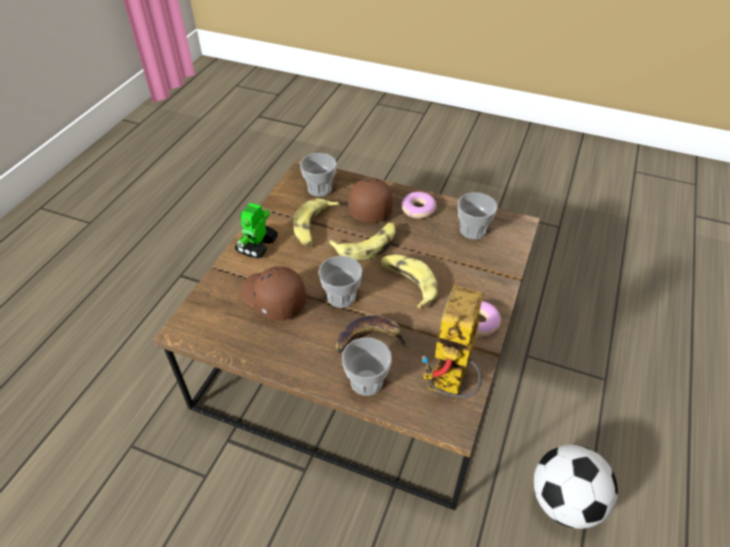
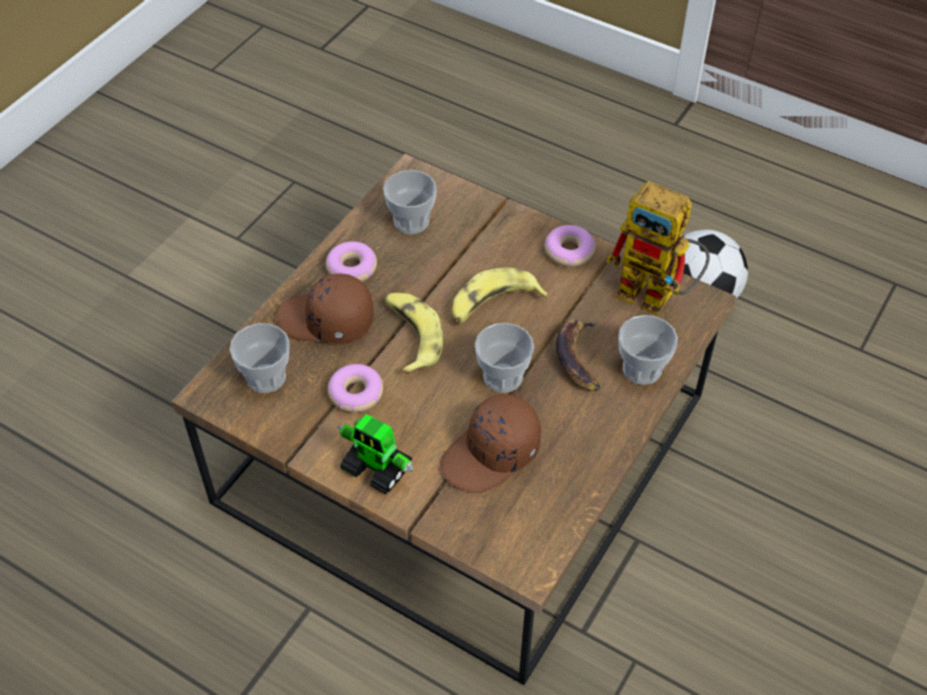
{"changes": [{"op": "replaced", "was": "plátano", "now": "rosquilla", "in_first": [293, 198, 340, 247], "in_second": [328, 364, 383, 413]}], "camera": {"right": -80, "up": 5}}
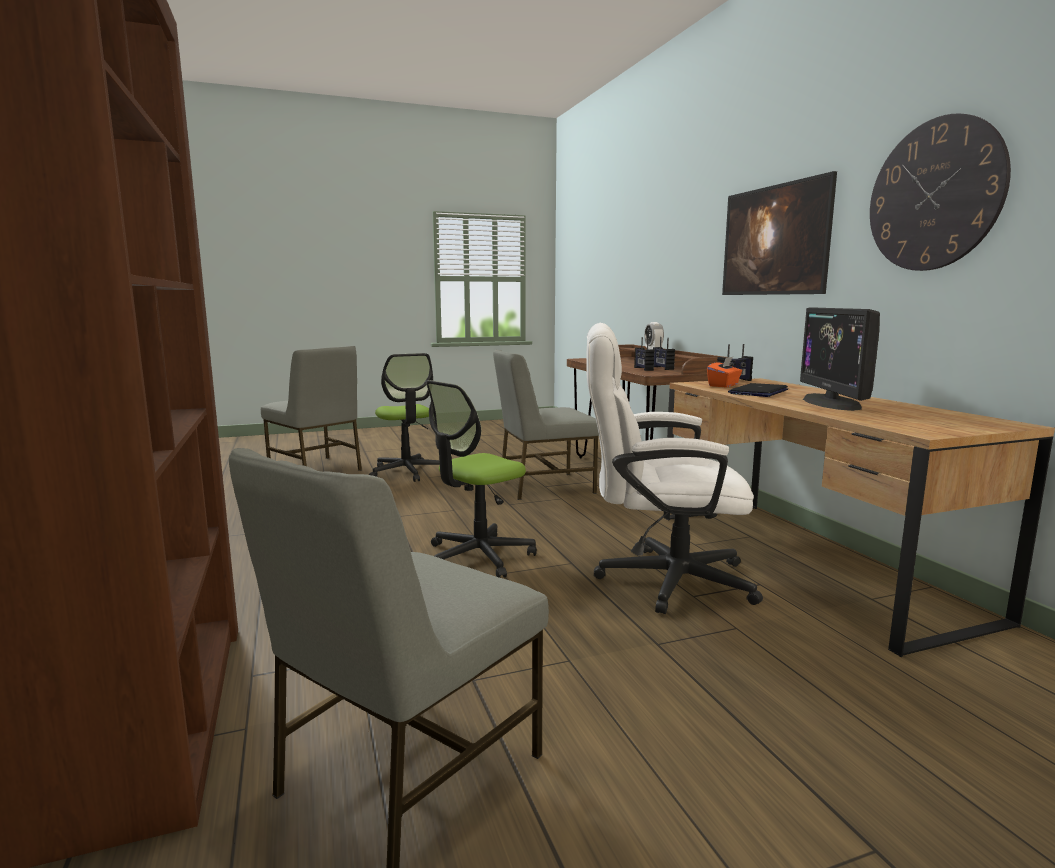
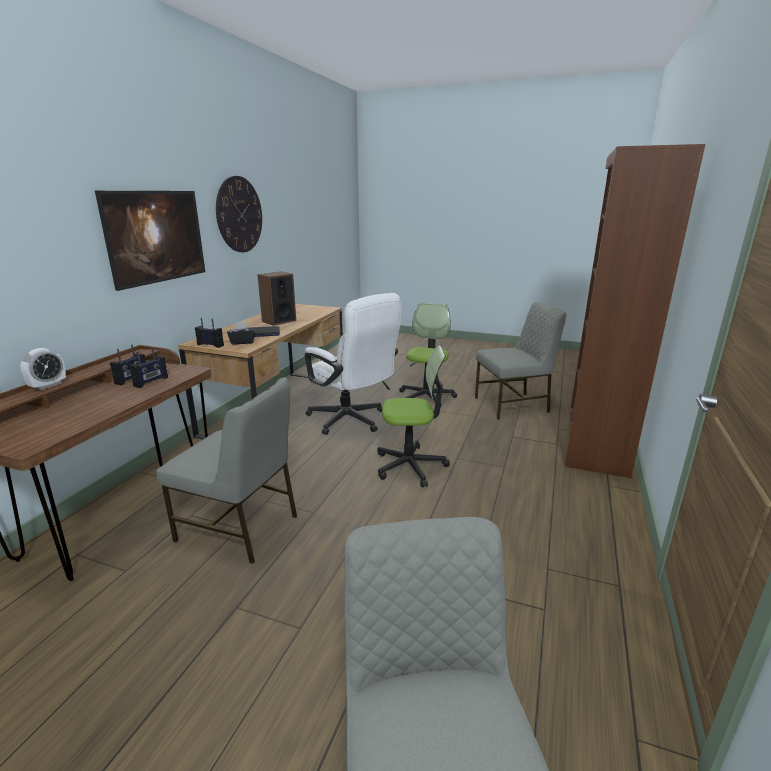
{"changes": [{"op": "moved", "was": "silla de oficina", "in_first": [369, 353, 440, 482], "in_second": [399, 303, 457, 408]}, {"op": "recoloured", "was": "caja de pañuelos [naranja]", "now": "caja de pañuelos [negro]", "in_first": [707, 357, 742, 387], "in_second": [227, 322, 255, 345]}, {"op": "replaced", "was": "monitor", "now": "altavoz", "in_first": [800, 307, 880, 411], "in_second": [257, 271, 296, 326]}], "camera": {"right": -140, "up": 10}}
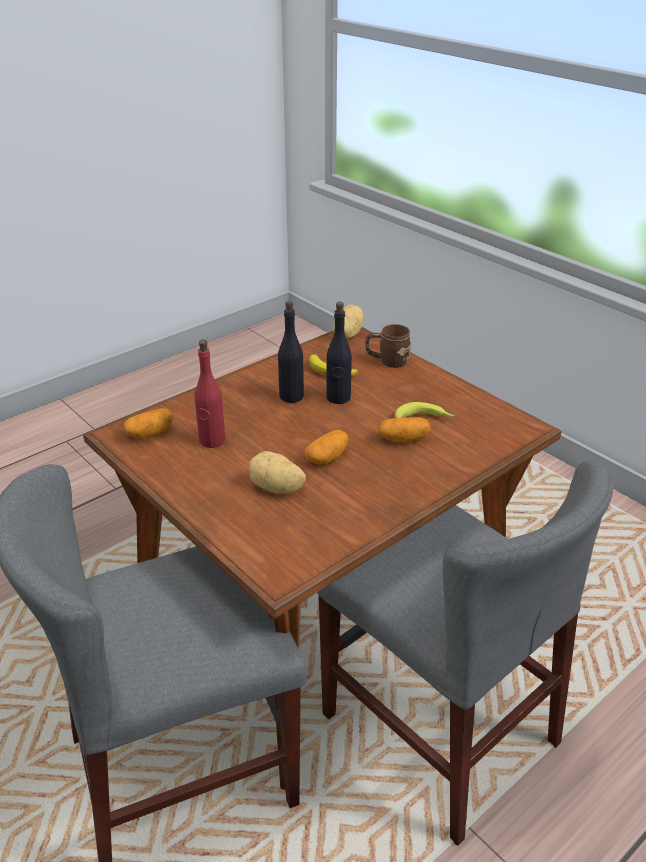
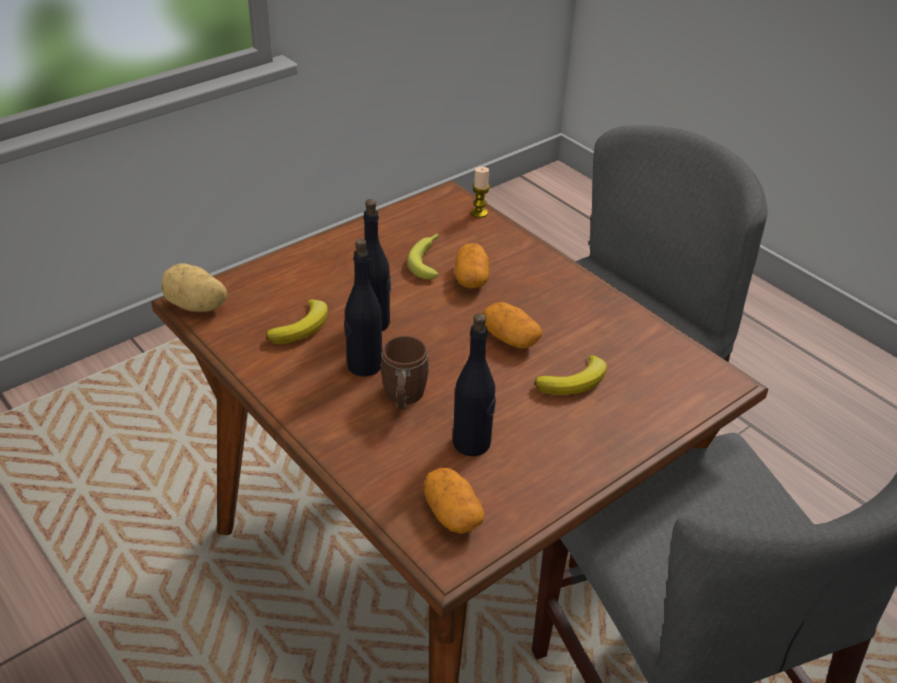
{"changes": [{"op": "recoloured", "was": "botella [rojo]", "now": "botella [negro]", "in_first": [195, 339, 225, 448], "in_second": [453, 313, 496, 457]}, {"op": "replaced", "was": "patata", "now": "plátano", "in_first": [249, 451, 306, 494], "in_second": [535, 355, 607, 395]}, {"op": "moved", "was": "taza grande [marrón]", "in_first": [365, 324, 412, 368], "in_second": [380, 336, 430, 409]}, {"op": "added", "now": "vela", "in_second": [471, 167, 490, 218]}], "camera": {"right": -90, "up": 5}}
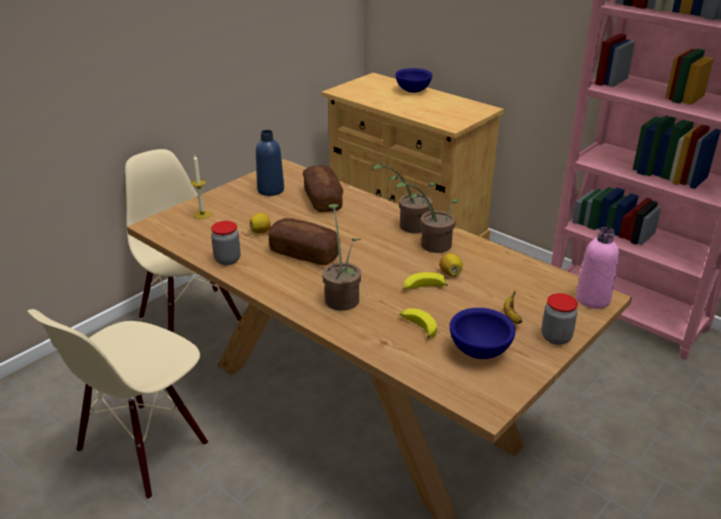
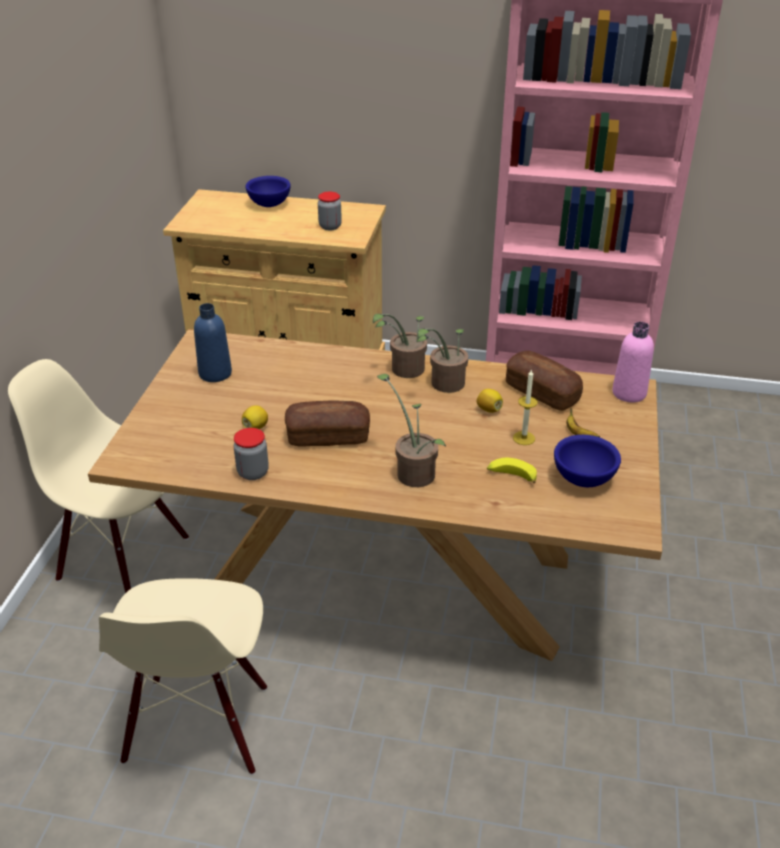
{"changes": [{"op": "moved", "was": "vela", "in_first": [191, 156, 211, 219], "in_second": [513, 369, 538, 445]}, {"op": "moved", "was": "pan", "in_first": [303, 165, 344, 212], "in_second": [506, 351, 583, 411]}, {"op": "removed", "was": "plátano", "in_first": [403, 272, 448, 289]}, {"op": "moved", "was": "tarro", "in_first": [542, 293, 578, 345], "in_second": [318, 192, 342, 230]}], "camera": {"right": -30, "up": 5}}
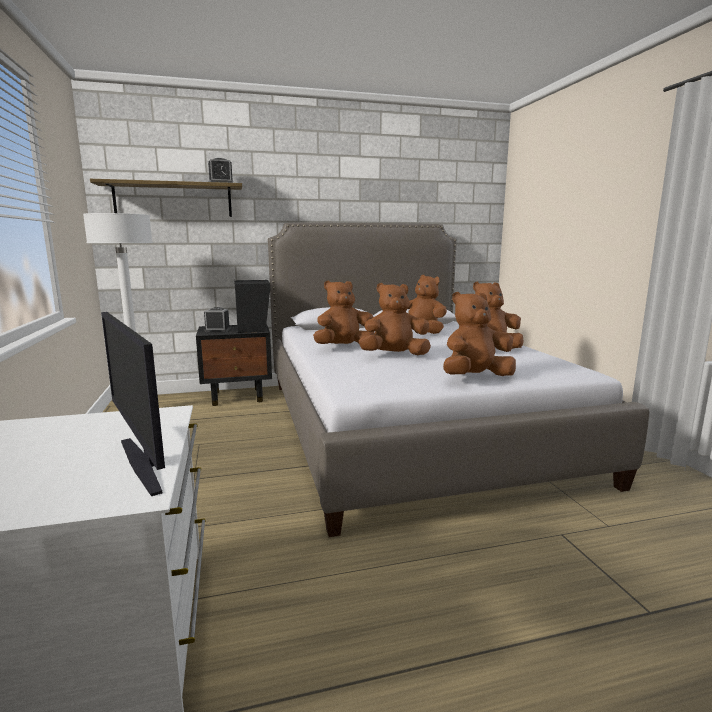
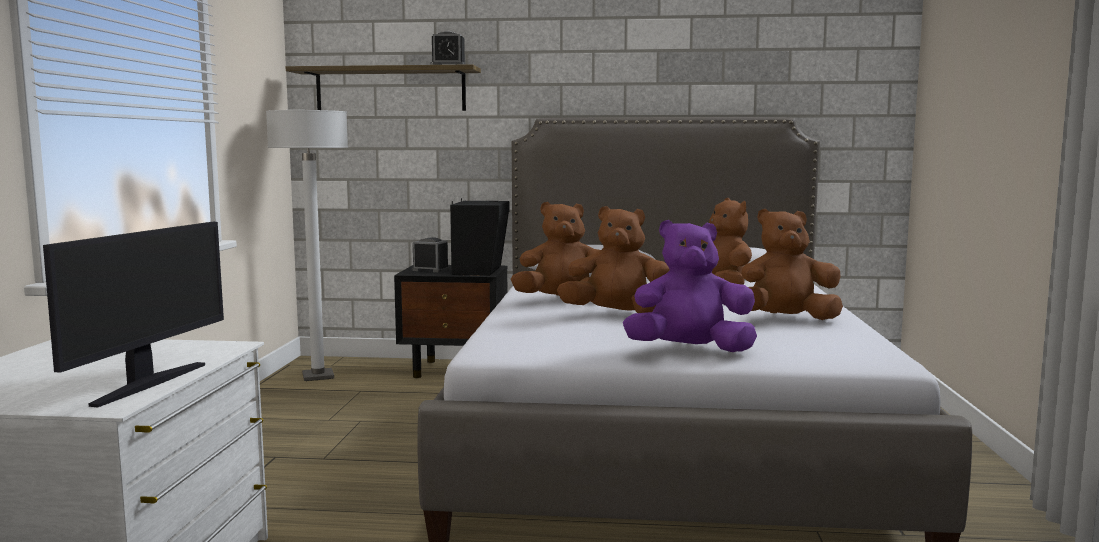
{"changes": [{"op": "turned", "was": "monitor", "in_first": [101, 312, 165, 496], "in_second": [43, 222, 224, 407], "clockwise": -150}, {"op": "recoloured", "was": "peluche [marrón]", "now": "peluche [morado]", "in_first": [443, 292, 516, 376], "in_second": [623, 220, 757, 352]}], "camera": {"right": 20, "up": -5}}
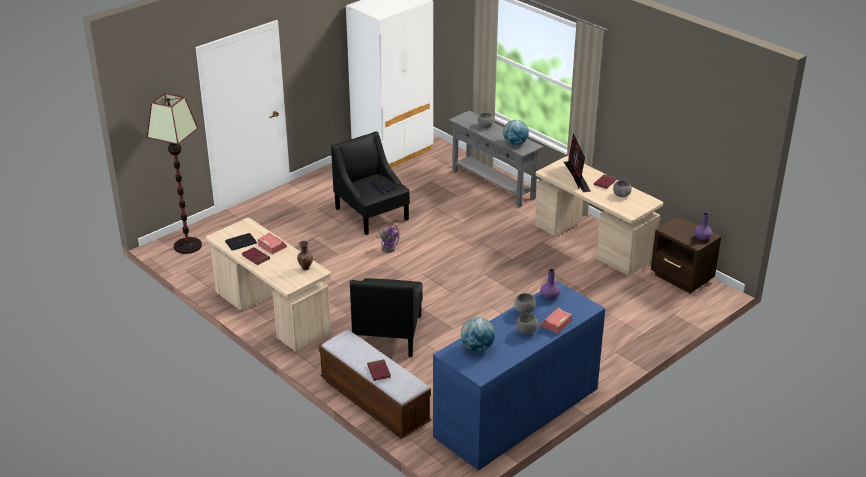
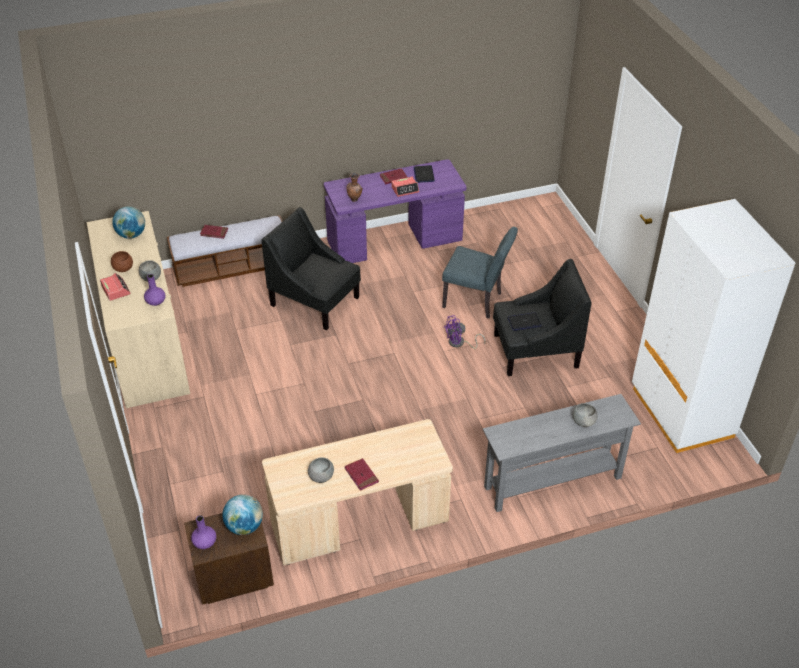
{"changes": [{"op": "removed", "was": "lámpara de pie", "in_first": [146, 93, 202, 254]}, {"op": "recoloured", "was": "escritorio [beis]", "now": "escritorio [morado]", "in_first": [206, 218, 331, 352], "in_second": [324, 159, 467, 263]}, {"op": "recoloured", "was": "cómoda [azul]", "now": "cómoda [beis]", "in_first": [433, 281, 605, 471], "in_second": [87, 211, 190, 408]}, {"op": "moved", "was": "globo terráqueo", "in_first": [503, 120, 529, 145], "in_second": [222, 494, 263, 535]}, {"op": "recoloured", "was": "cuenco [gris]", "now": "cuenco [marrón]", "in_first": [516, 313, 538, 335], "in_second": [111, 251, 133, 272]}, {"op": "removed", "was": "monitor", "in_first": [564, 133, 591, 192]}, {"op": "added", "now": "silla [gris]", "in_second": [442, 227, 518, 319]}], "camera": {"right": 115, "up": 10}}
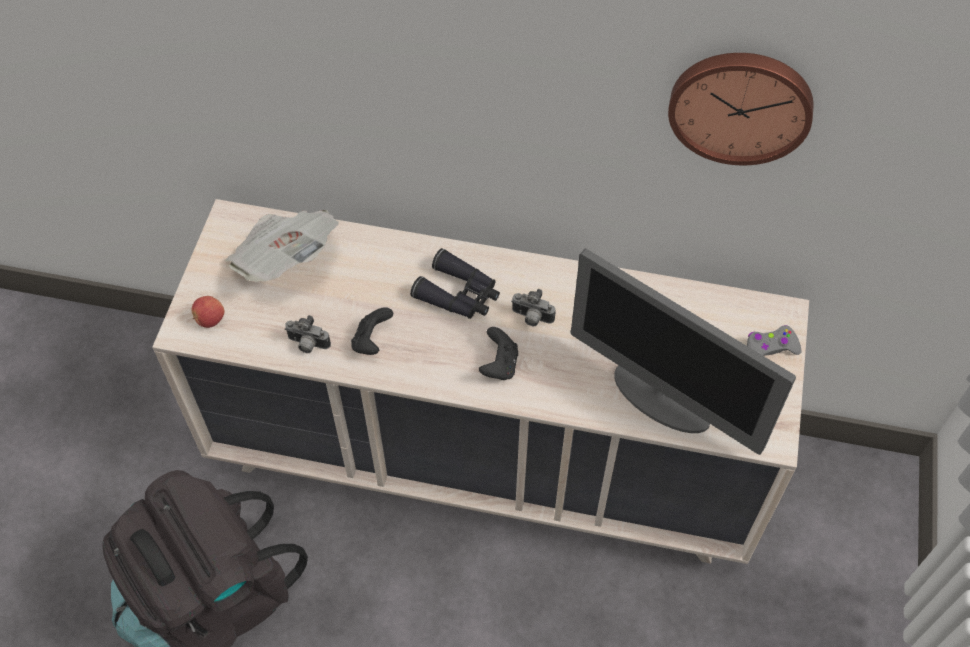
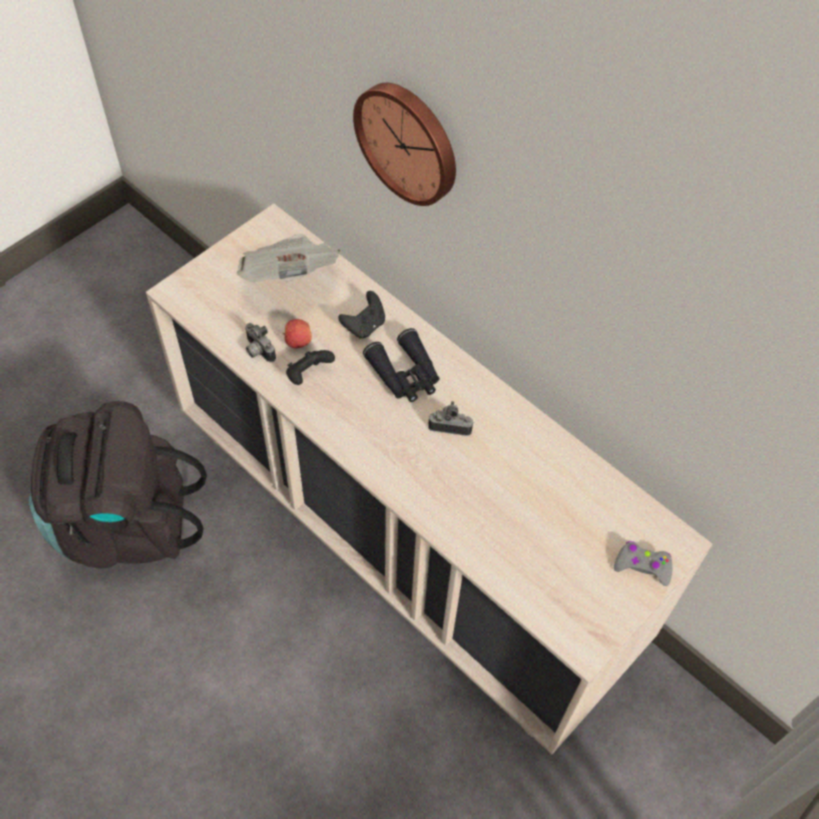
{"changes": [{"op": "moved", "was": "manzana", "in_first": [191, 296, 225, 328], "in_second": [283, 319, 312, 348]}, {"op": "moved", "was": "mando de consola [negro]", "in_first": [479, 327, 518, 380], "in_second": [338, 291, 385, 338]}, {"op": "turned", "was": "cámara", "in_first": [511, 289, 556, 326], "in_second": [428, 401, 474, 436], "clockwise": 135}, {"op": "removed", "was": "monitor", "in_first": [570, 248, 796, 455]}, {"op": "moved", "was": "reloj de pared", "in_first": [668, 53, 814, 165], "in_second": [353, 83, 456, 206]}], "camera": {"right": 30, "up": 0}}
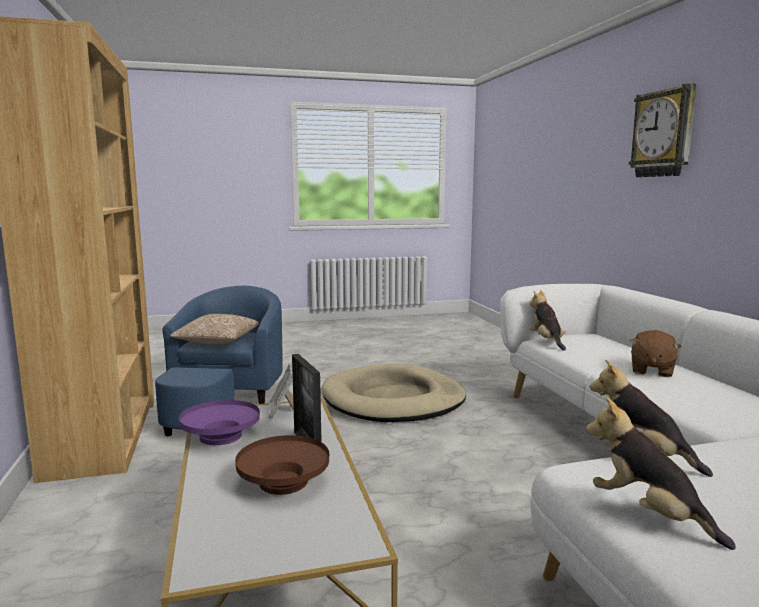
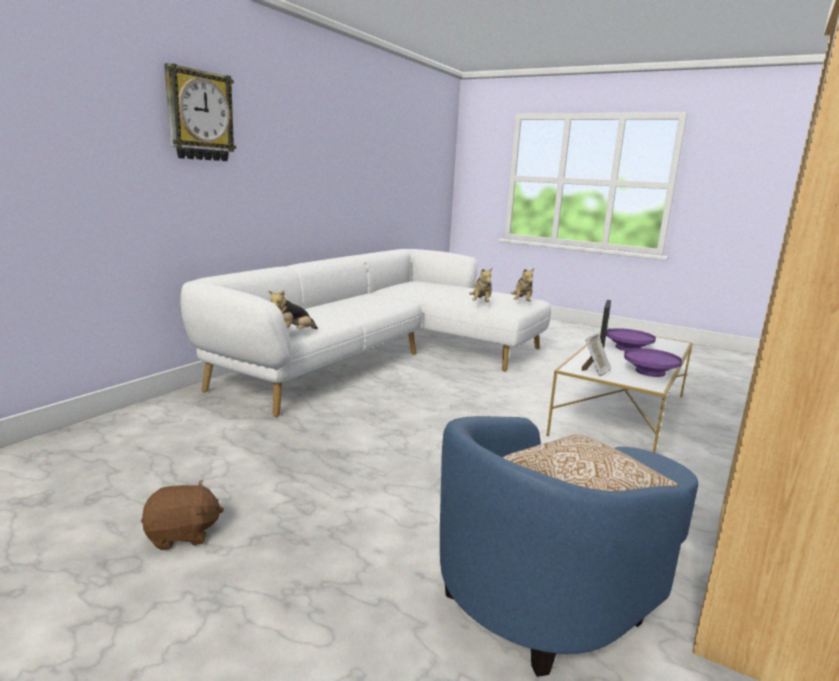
{"changes": [{"op": "recoloured", "was": "cuenco [marrón]", "now": "cuenco [morado]", "in_first": [235, 435, 329, 495], "in_second": [606, 328, 656, 351]}, {"op": "removed", "was": "cama para perro [beis]", "in_first": [322, 364, 466, 422]}, {"op": "moved", "was": "peluche [marrón]", "in_first": [630, 330, 682, 377], "in_second": [141, 480, 224, 550]}], "camera": {"right": -135, "up": 5}}
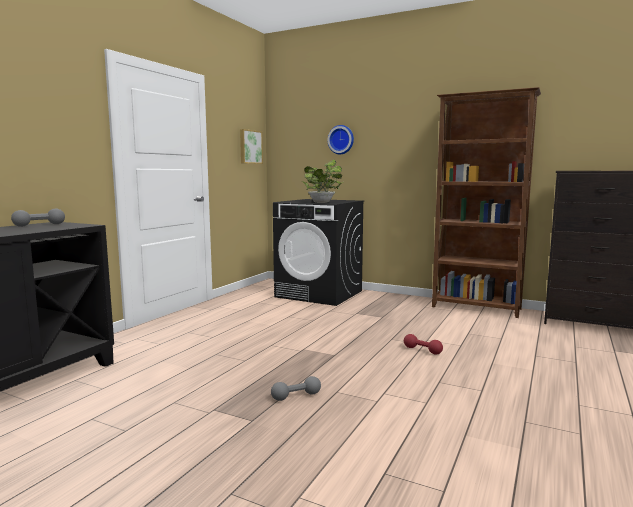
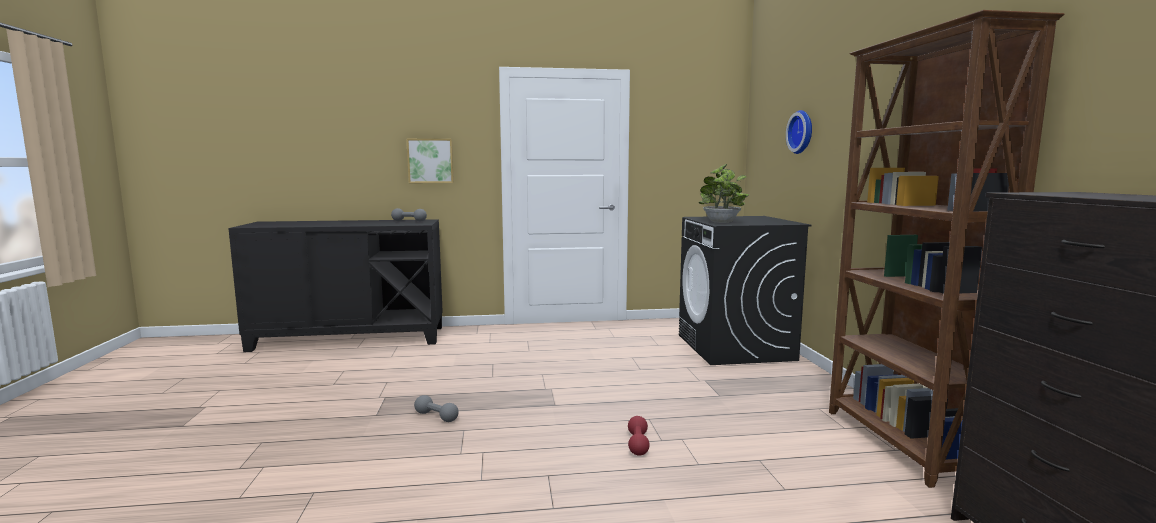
{"changes": [{"op": "moved", "was": "cuadro", "in_first": [240, 129, 263, 164], "in_second": [407, 139, 454, 183]}], "camera": {"right": 55, "up": 0}}
